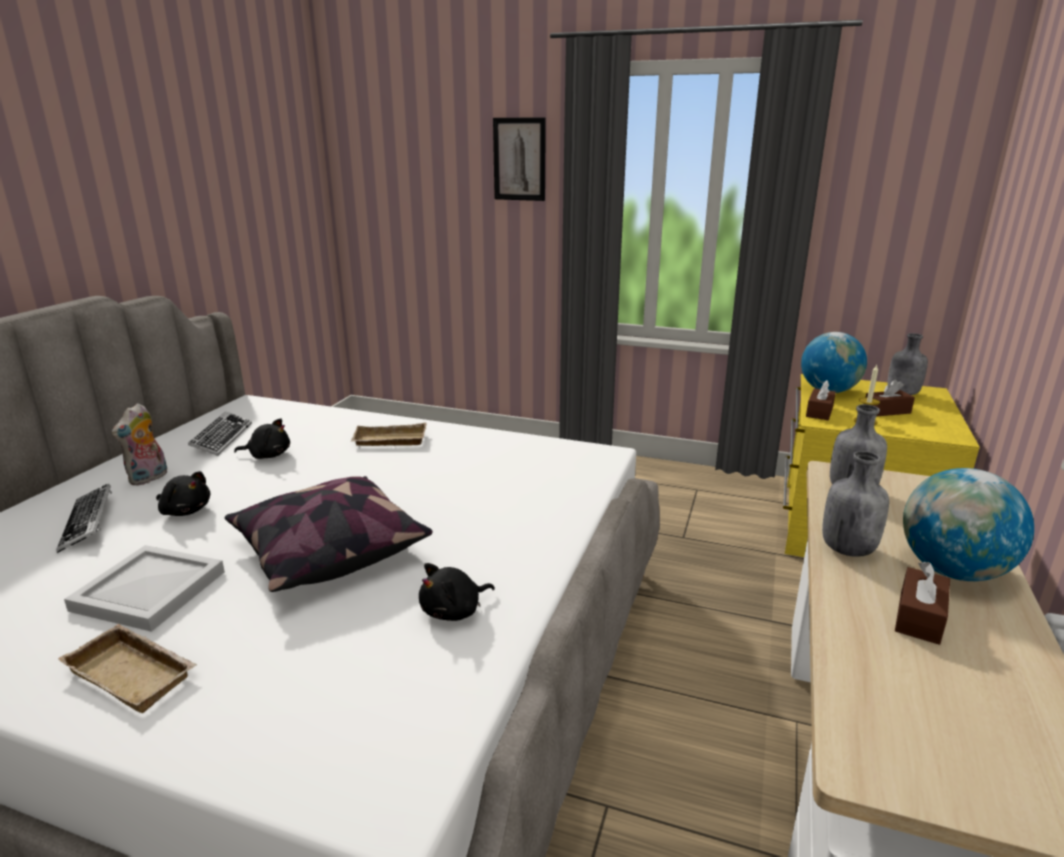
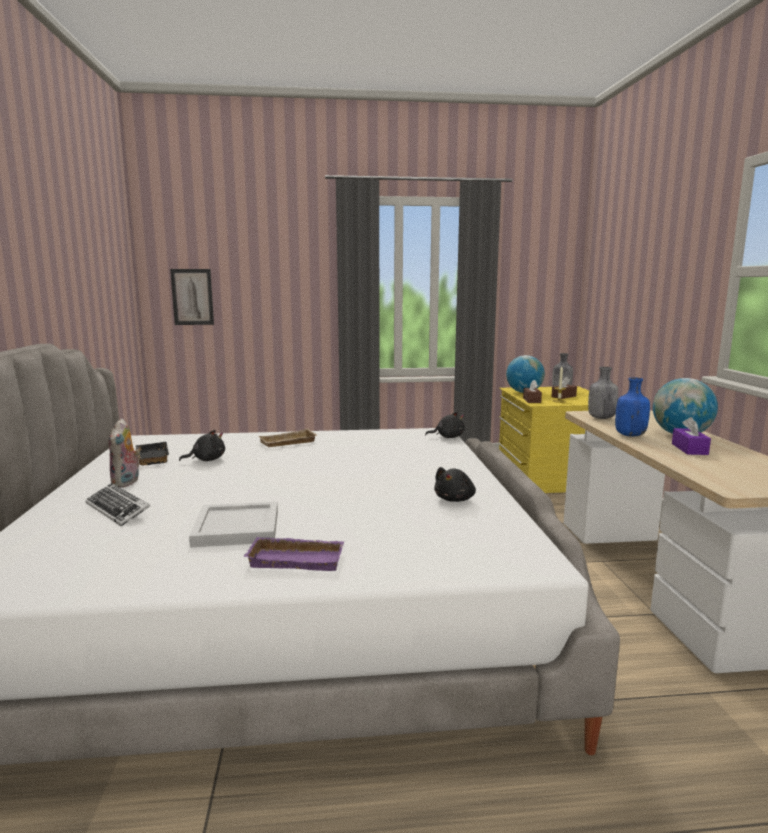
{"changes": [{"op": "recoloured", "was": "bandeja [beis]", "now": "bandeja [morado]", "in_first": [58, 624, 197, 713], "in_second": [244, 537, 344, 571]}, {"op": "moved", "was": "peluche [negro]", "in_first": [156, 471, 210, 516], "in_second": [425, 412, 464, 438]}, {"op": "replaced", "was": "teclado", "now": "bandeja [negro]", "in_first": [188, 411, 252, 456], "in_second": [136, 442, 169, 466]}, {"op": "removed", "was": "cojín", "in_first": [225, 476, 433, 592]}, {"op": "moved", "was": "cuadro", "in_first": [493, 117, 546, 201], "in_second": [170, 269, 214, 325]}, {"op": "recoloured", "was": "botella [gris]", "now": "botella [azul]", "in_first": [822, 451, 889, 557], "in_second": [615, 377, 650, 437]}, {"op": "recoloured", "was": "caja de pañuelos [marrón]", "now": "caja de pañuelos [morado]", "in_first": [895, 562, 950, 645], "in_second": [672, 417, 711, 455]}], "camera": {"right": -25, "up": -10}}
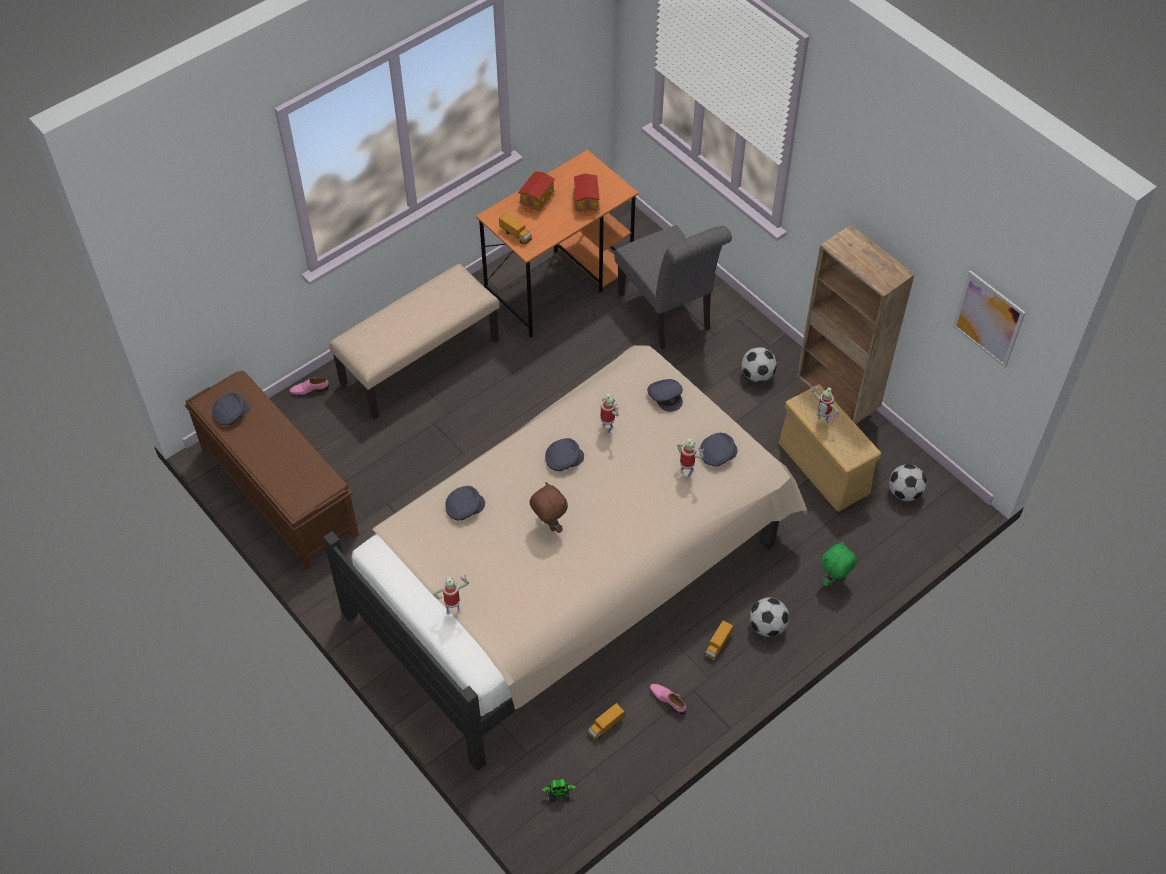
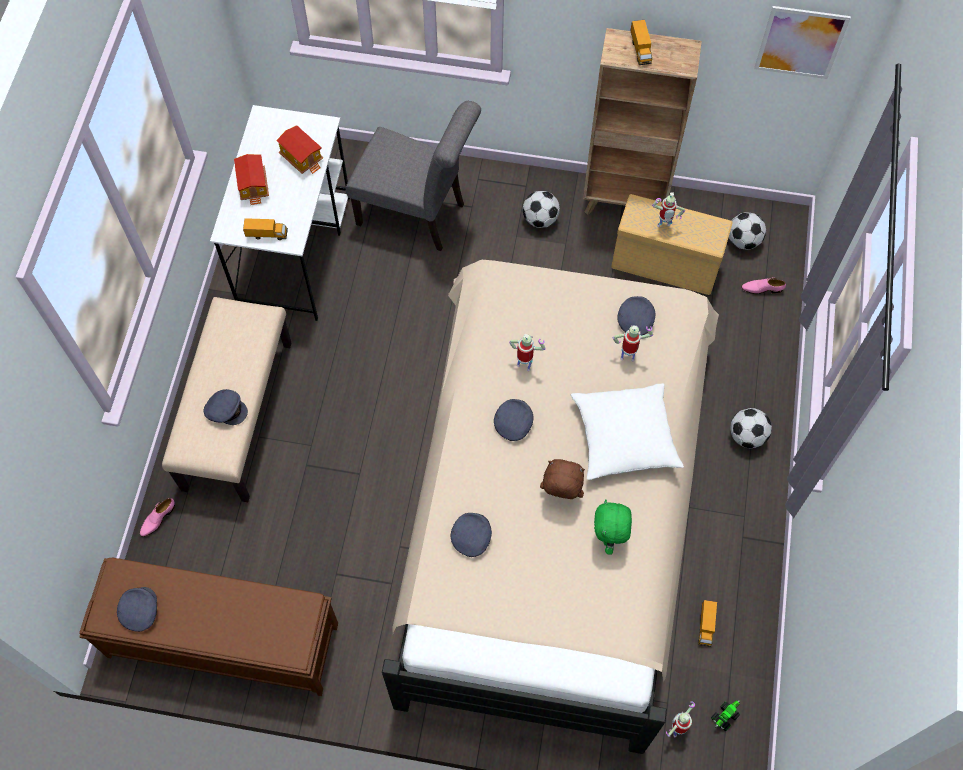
{"changes": [{"op": "moved", "was": "robot de juguete", "in_first": [433, 575, 469, 615], "in_second": [666, 702, 695, 737]}, {"op": "recoloured", "was": "escritorio [naranja]", "now": "escritorio [blanco]", "in_first": [476, 150, 638, 338], "in_second": [210, 105, 350, 321]}, {"op": "moved", "was": "gorra [gris]", "in_first": [647, 379, 683, 412], "in_second": [204, 389, 248, 425]}, {"op": "moved", "was": "zapato [rosa]", "in_first": [650, 684, 686, 714], "in_second": [741, 278, 786, 294]}, {"op": "moved", "was": "camión de juguete", "in_first": [704, 620, 733, 661], "in_second": [631, 20, 652, 65]}, {"op": "moved", "was": "peluche [verde]", "in_first": [821, 541, 857, 586], "in_second": [594, 499, 632, 555]}, {"op": "added", "now": "cojín [blanco]", "in_second": [571, 383, 684, 480]}], "camera": {"right": -40, "up": 10}}
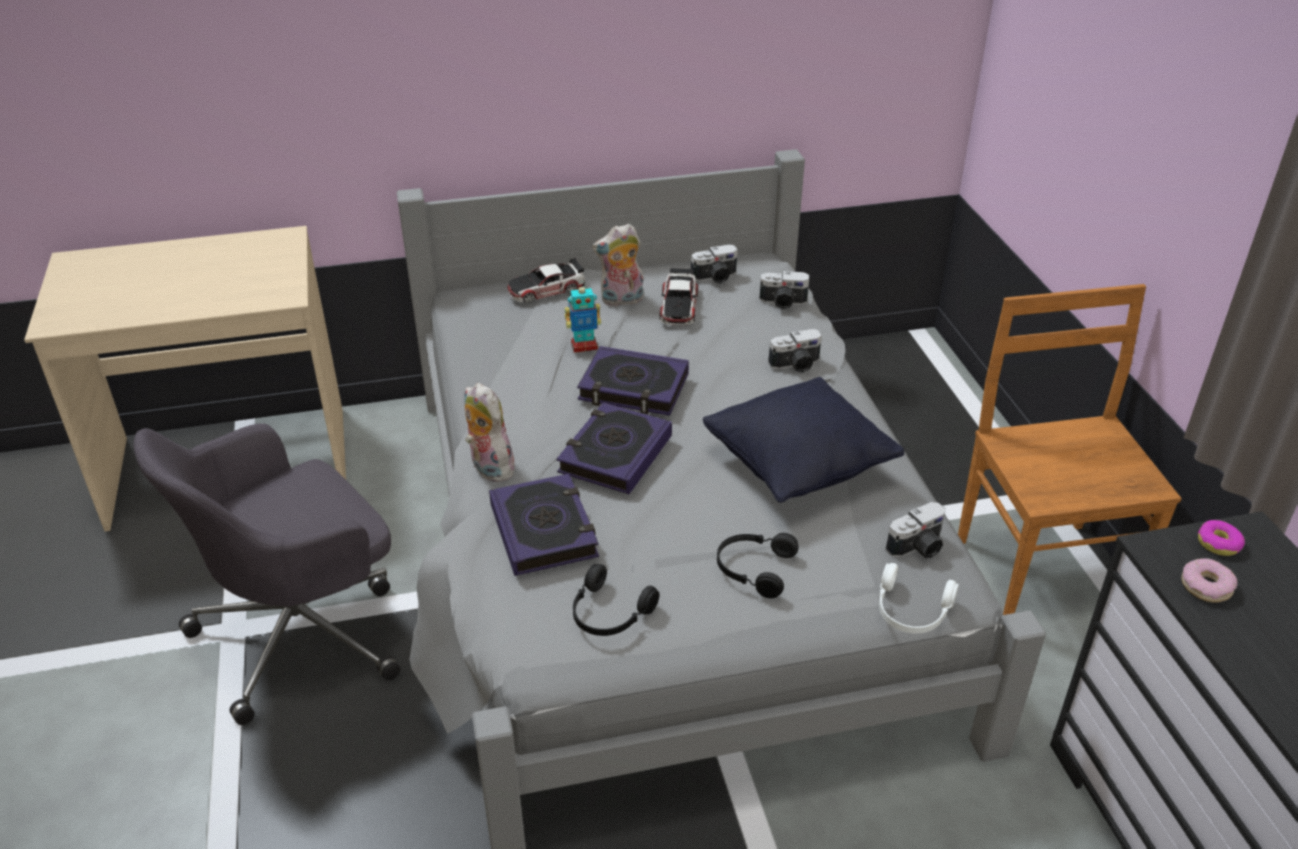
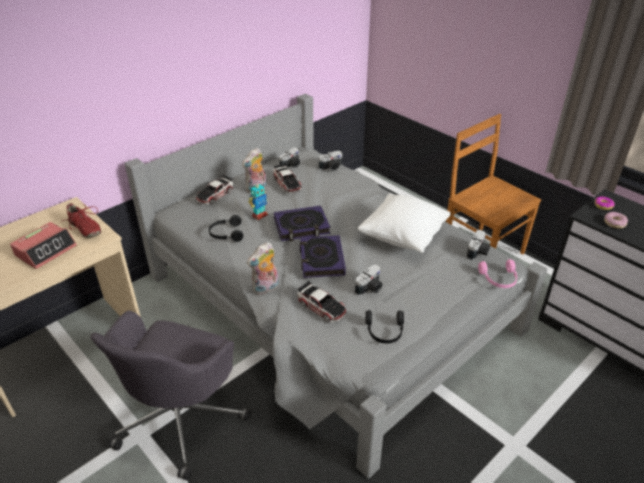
{"changes": [{"op": "turned", "was": "peluche", "in_first": [464, 383, 515, 482], "in_second": [247, 242, 279, 295], "clockwise": -60}, {"op": "replaced", "was": "libro", "now": "coche de juguete", "in_first": [489, 474, 599, 576], "in_second": [297, 281, 347, 323]}, {"op": "recoloured", "was": "cojín [negro]", "now": "cojín [blanco]", "in_first": [703, 377, 904, 503], "in_second": [358, 193, 451, 253]}, {"op": "moved", "was": "auriculares [negro]", "in_first": [717, 533, 799, 598], "in_second": [209, 215, 243, 242]}, {"op": "moved", "was": "cámara", "in_first": [768, 329, 822, 373], "in_second": [355, 264, 382, 295]}, {"op": "recoloured", "was": "auriculares [blanco]", "now": "auriculares [rosa]", "in_first": [879, 563, 959, 634], "in_second": [478, 259, 517, 288]}, {"op": "added", "now": "despertador", "in_second": [10, 222, 77, 269]}, {"op": "added", "now": "zapato [rojo]", "in_second": [62, 202, 101, 238]}], "camera": {"right": -30, "up": 0}}
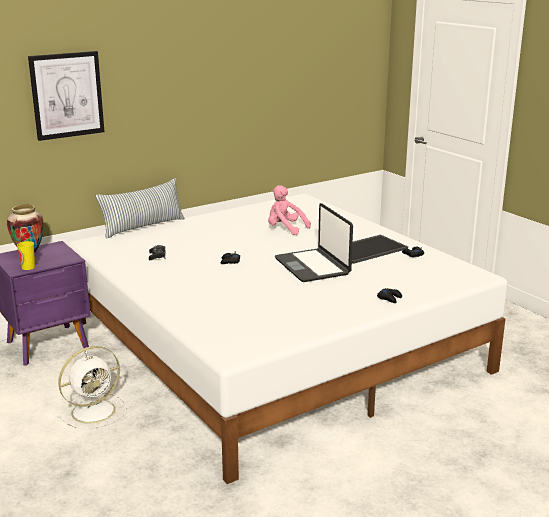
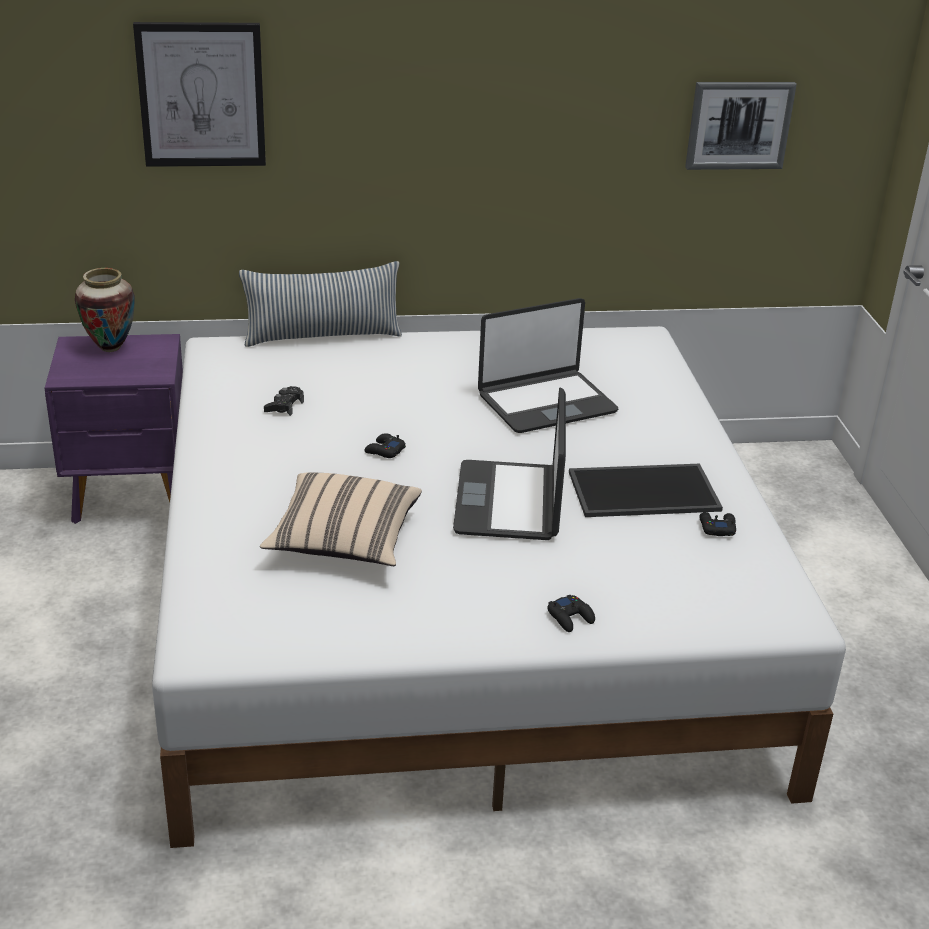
{"changes": [{"op": "removed", "was": "taza", "in_first": [17, 241, 35, 270]}, {"op": "removed", "was": "ventilador [blanco]", "in_first": [57, 346, 126, 429]}, {"op": "replaced", "was": "peluche [rosa]", "now": "portátil", "in_first": [268, 185, 311, 235], "in_second": [478, 298, 618, 433]}, {"op": "added", "now": "cojín [beis]", "in_second": [260, 472, 422, 566]}, {"op": "added", "now": "cuadro", "in_second": [685, 82, 797, 170]}], "camera": {"right": 25, "up": 10}}
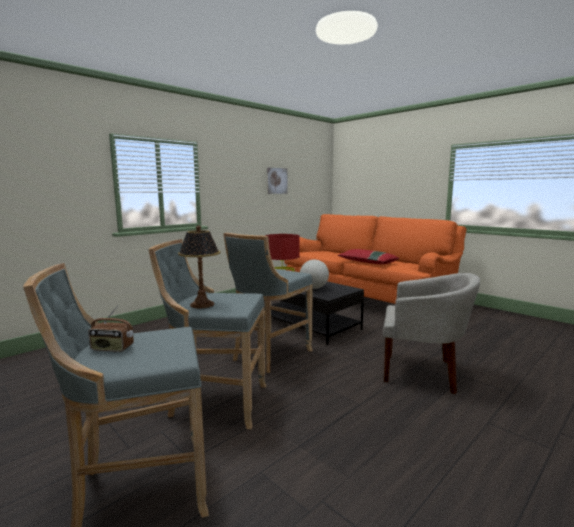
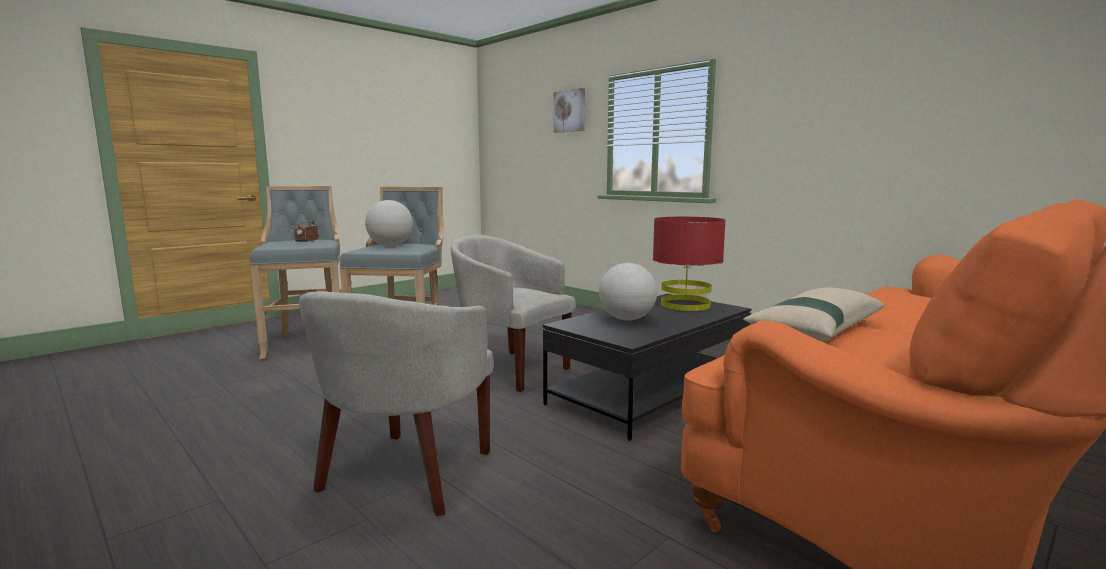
{"changes": [{"op": "replaced", "was": "lámpara de mesa", "now": "globo terráqueo", "in_first": [178, 226, 220, 309], "in_second": [365, 200, 413, 246]}, {"op": "replaced", "was": "taburete [gris]", "now": "sillón [beis]", "in_first": [223, 233, 313, 373], "in_second": [451, 235, 576, 392]}, {"op": "moved", "was": "cuadro", "in_first": [267, 168, 287, 194], "in_second": [554, 88, 585, 133]}, {"op": "recoloured", "was": "cojín [rojo]", "now": "cojín [beis]", "in_first": [338, 249, 399, 264], "in_second": [743, 288, 885, 342]}], "camera": {"right": 90, "up": 0}}
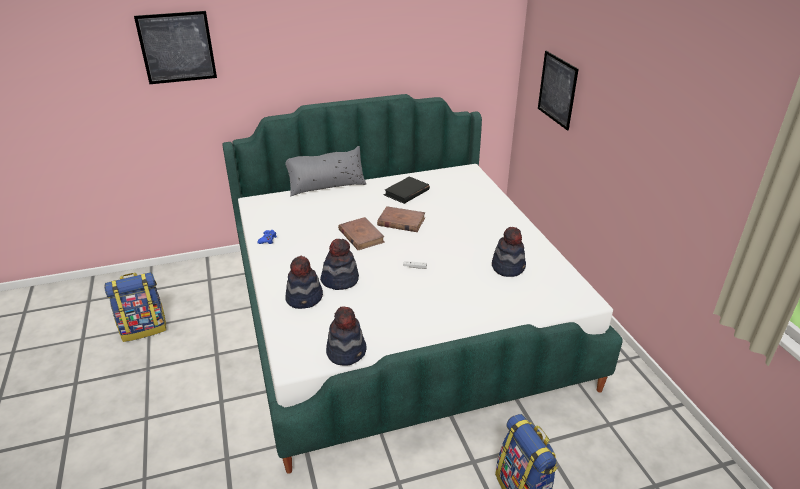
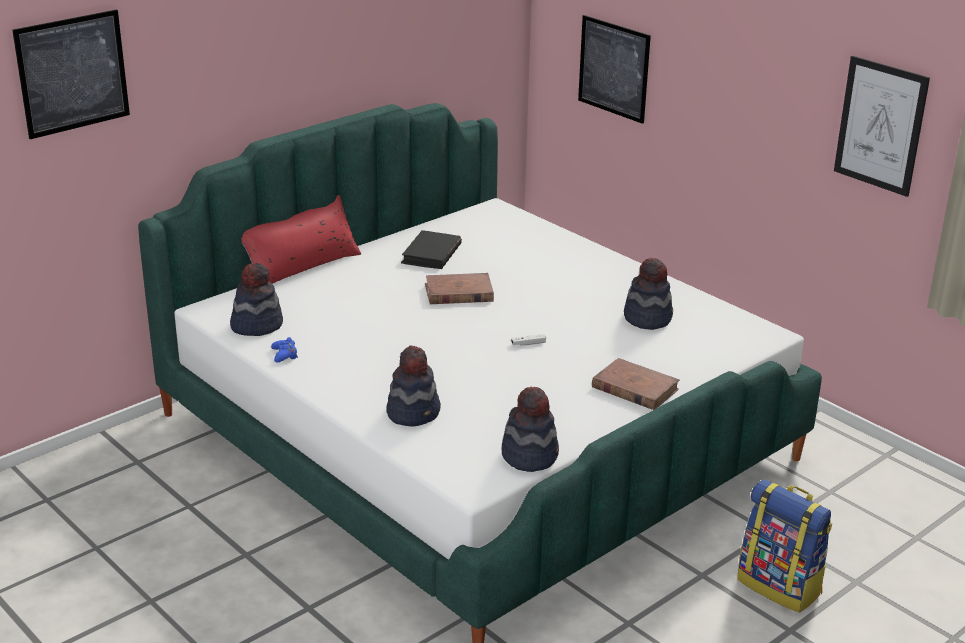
{"changes": [{"op": "removed", "was": "mochila", "in_first": [104, 272, 167, 342]}, {"op": "recoloured", "was": "cojín [gris]", "now": "cojín [rojo]", "in_first": [285, 146, 366, 196], "in_second": [241, 195, 361, 284]}, {"op": "moved", "was": "sombrero", "in_first": [320, 239, 359, 290], "in_second": [230, 263, 283, 336]}, {"op": "moved", "was": "libro [marrón]", "in_first": [338, 217, 385, 250], "in_second": [592, 358, 679, 410]}, {"op": "added", "now": "cuadro", "in_second": [834, 56, 930, 197]}], "camera": {"right": -25, "up": -5}}
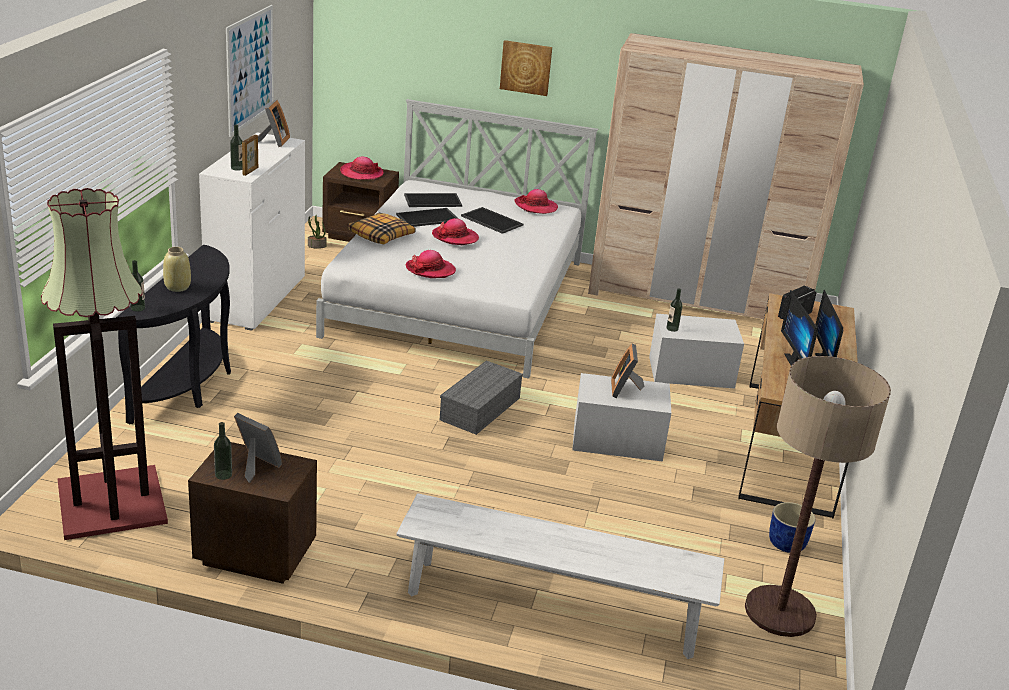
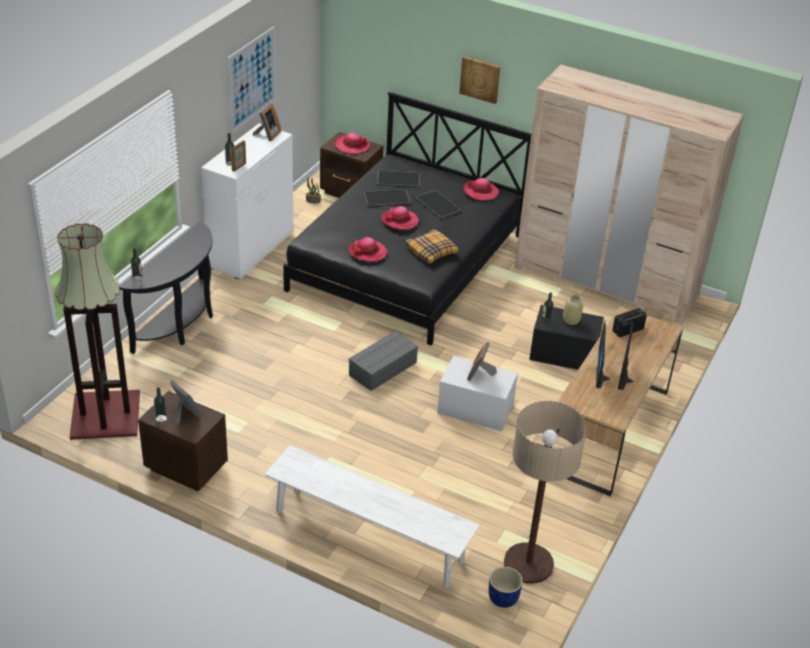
{"changes": [{"op": "moved", "was": "florero [beis]", "in_first": [163, 247, 191, 292], "in_second": [563, 295, 583, 325]}, {"op": "recoloured", "was": "cama [blanco]", "now": "cama [negro]", "in_first": [316, 99, 598, 379], "in_second": [283, 92, 531, 345]}, {"op": "moved", "was": "cojín", "in_first": [347, 213, 416, 244], "in_second": [405, 229, 459, 263]}, {"op": "recoloured", "was": "caja de almacenaje [blanco]", "now": "caja de almacenaje [negro]", "in_first": [649, 314, 744, 389], "in_second": [529, 305, 604, 370]}, {"op": "moved", "was": "maceta [azul]", "in_first": [769, 502, 815, 553], "in_second": [489, 567, 523, 608]}], "camera": {"right": 15, "up": 10}}
